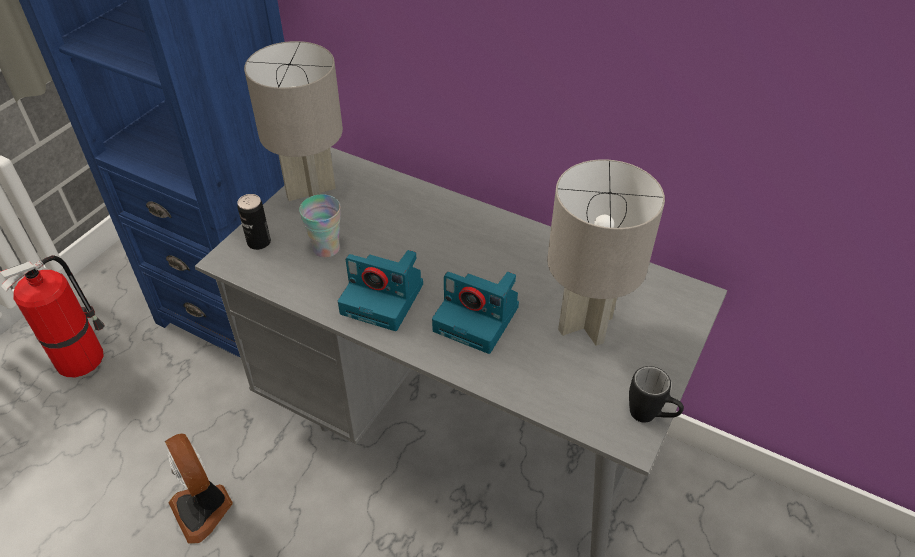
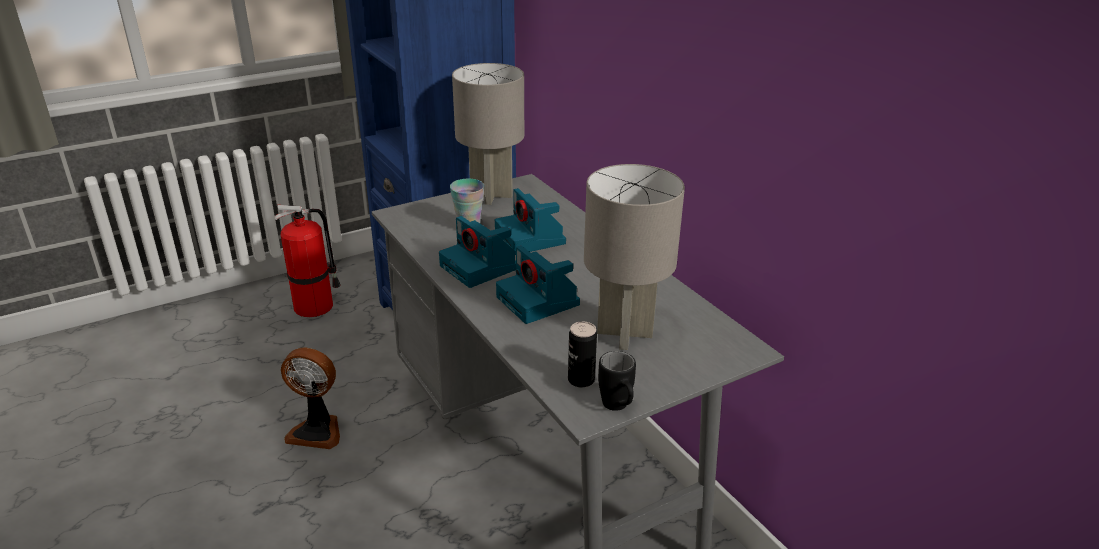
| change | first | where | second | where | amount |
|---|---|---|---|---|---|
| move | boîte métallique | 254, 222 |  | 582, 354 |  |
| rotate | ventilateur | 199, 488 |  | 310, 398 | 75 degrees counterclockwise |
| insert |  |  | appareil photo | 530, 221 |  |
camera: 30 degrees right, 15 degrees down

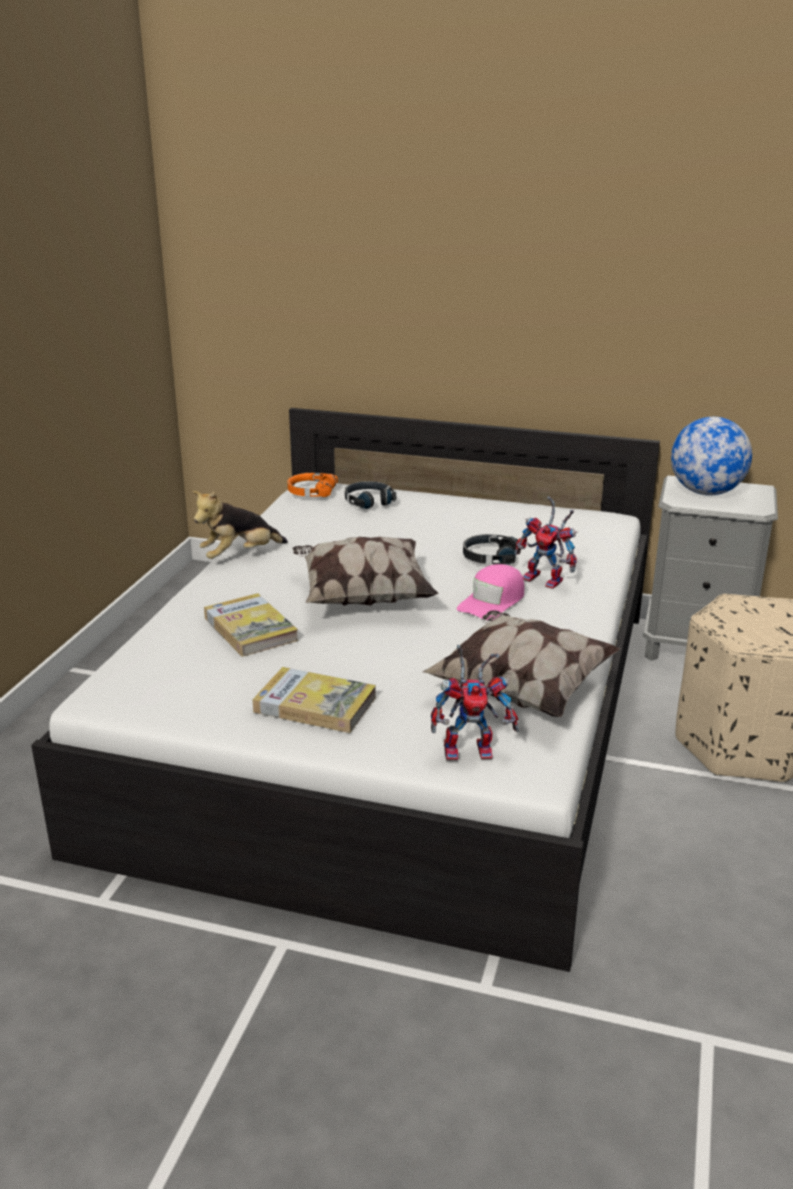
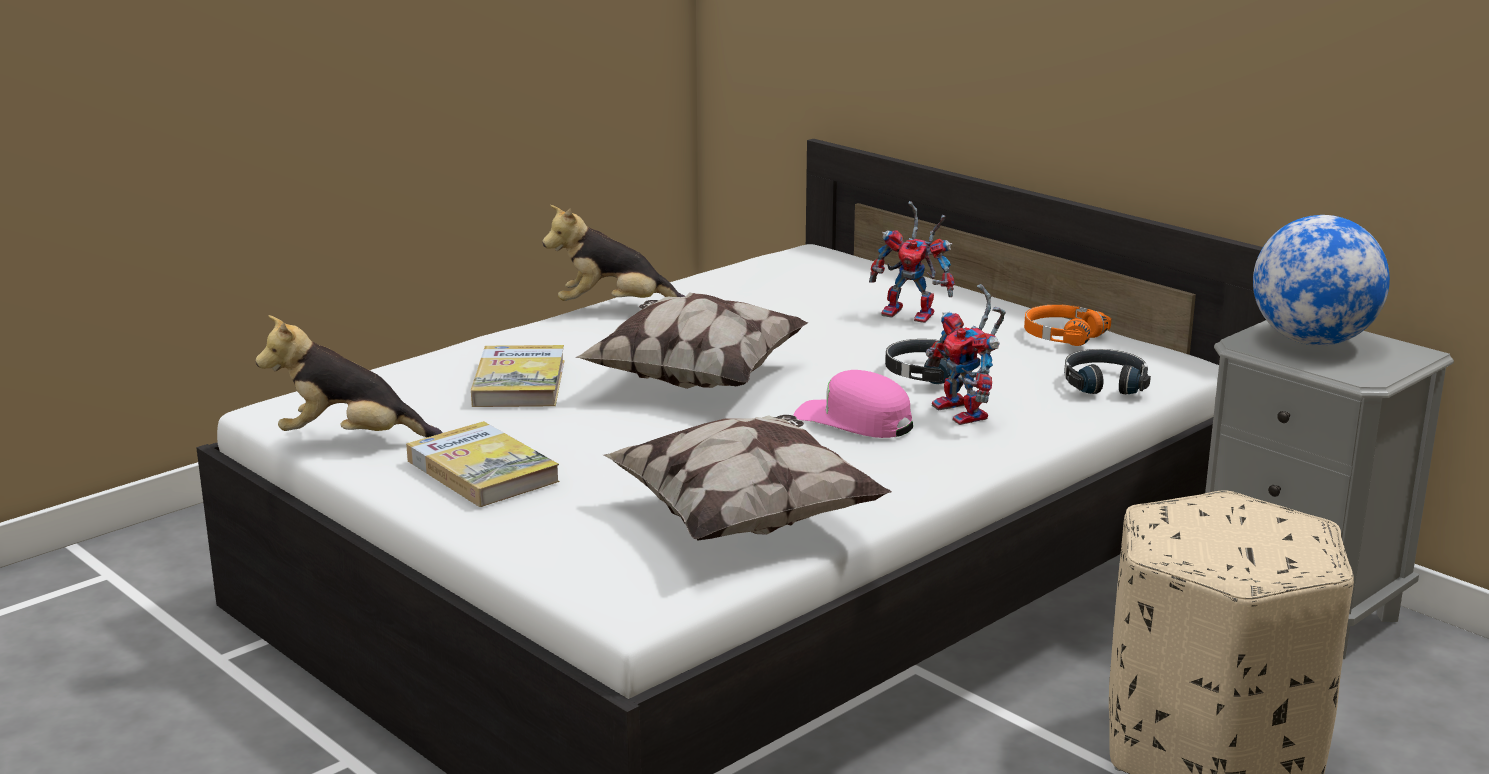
| change | first | where | second | where | amount |
|---|---|---|---|---|---|
| move | casque audio/orange | 312, 485 |  | 1067, 325 |  |
| move | casque audio/noir | 370, 495 |  | 1107, 372 |  |
| rotate | casquette/rose | 490, 592 |  | 853, 404 | 60 degrees clockwise |
| move | robot jouet | 475, 703 |  | 912, 262 |  |
| insert |  |  | peluche | 348, 376 |  |
camera: 30 degrees right, 5 degrees down

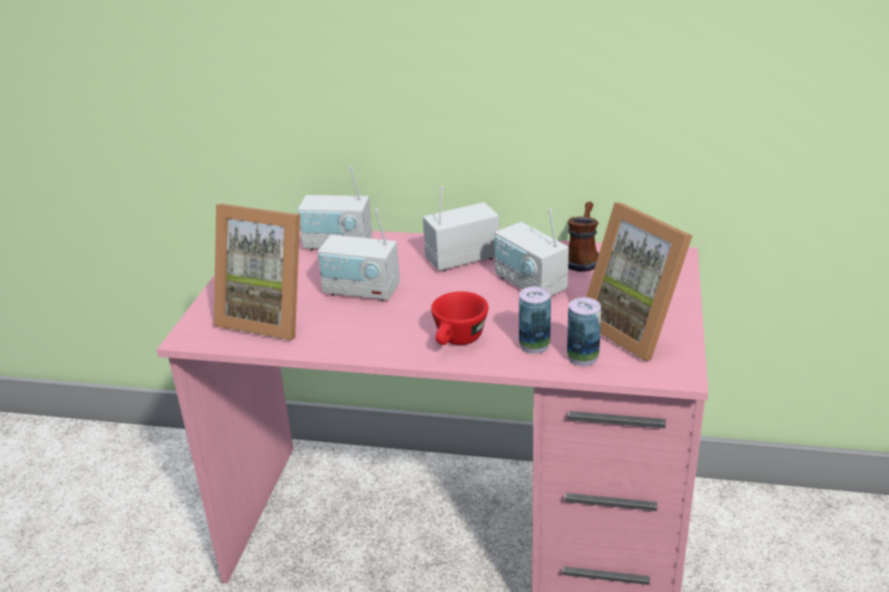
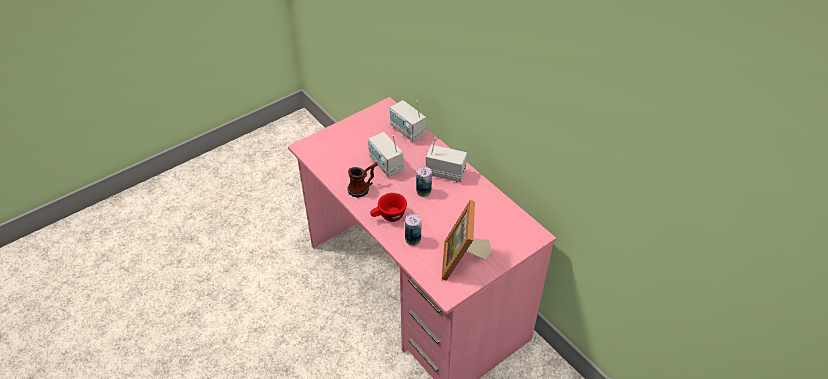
| change | first | where | second | where | amount |
|---|---|---|---|---|---|
| move | mug | 583, 237 |  | 362, 180 |  |
| delete | cadre photo | 257, 272 |  |  |  |
| delete | radio | 531, 252 |  |  |  |
| move | boîte métallique | 584, 331 |  | 424, 181 |  |
camera: 40 degrees right, 15 degrees up

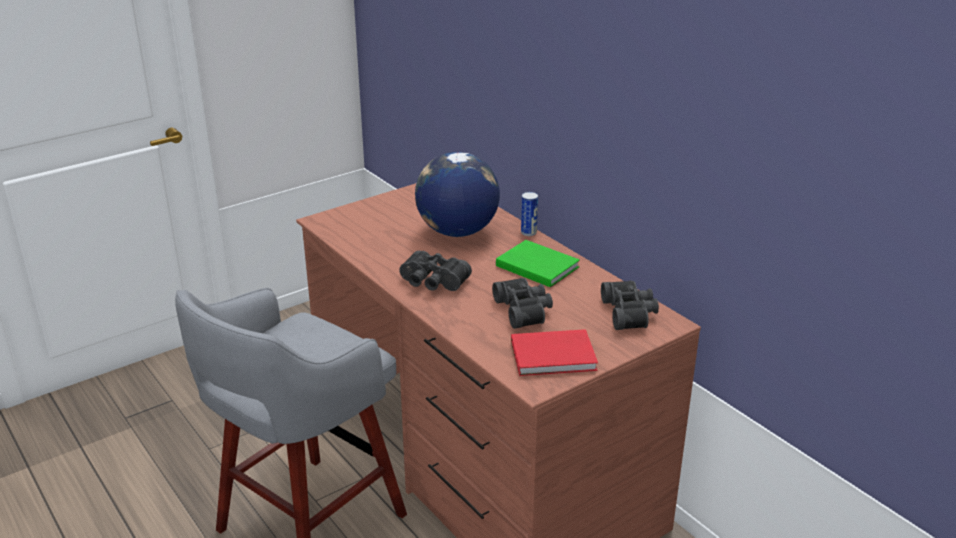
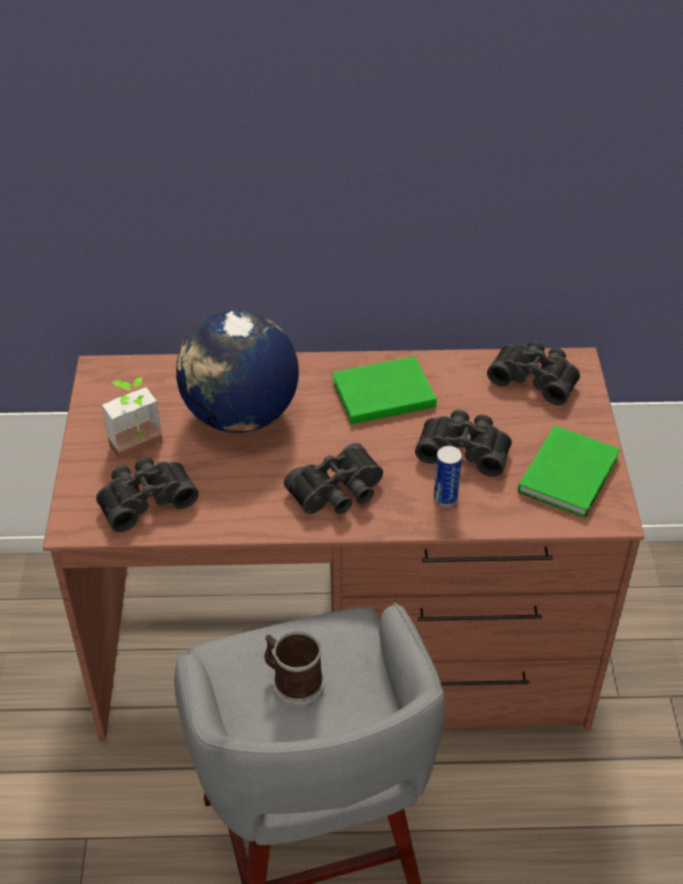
| change | first | where | second | where | amount |
|---|---|---|---|---|---|
| move | boîte métallique | 529, 214 |  | 448, 476 |  |
| recolor | livre/rouge | 554, 352 | livre/vert | 569, 472 |  |
| insert |  |  | plante en pot | 132, 418 |  |
| insert |  |  | jumelles/noir | 147, 494 |  |
| insert |  |  | mug | 294, 669 |  |
camera: 55 degrees left, 15 degrees up

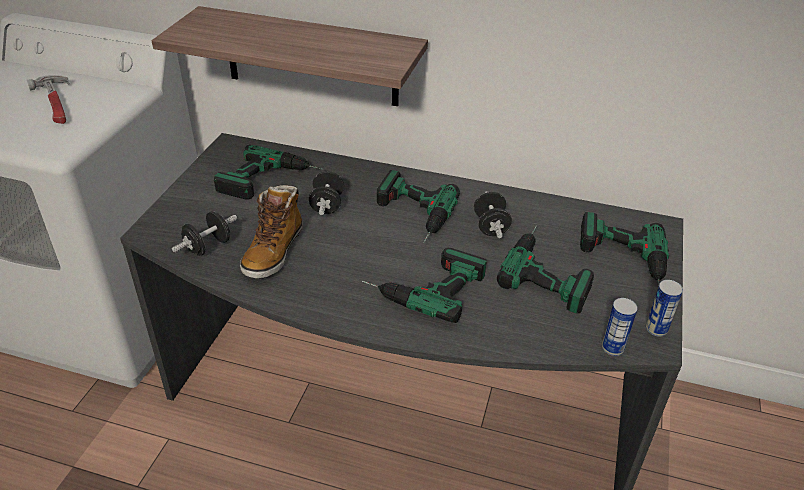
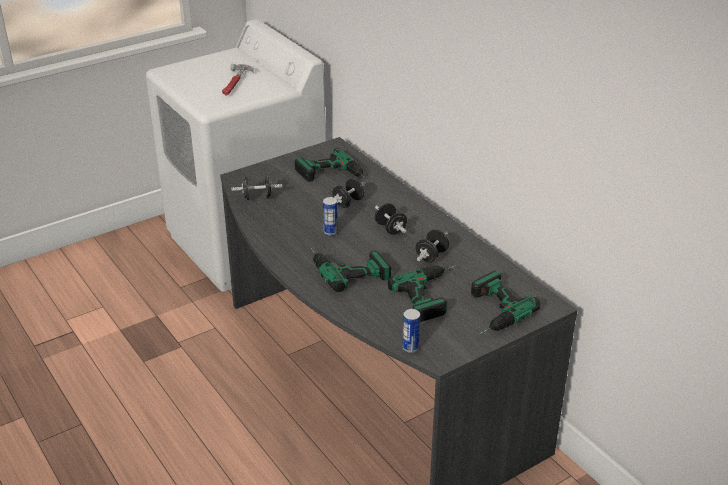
| change | first | where | second | where | amount |
|---|---|---|---|---|---|
| delete | étagère | 290, 56 |  |  |  |
| replace | perceuse | 418, 206 | haltère/noir | 391, 219 |  |
| delete | botte | 271, 232 |  |  |  |
| move | boîte métallique | 664, 308 |  | 330, 216 |  |
camera: 40 degrees right, 5 degrees down

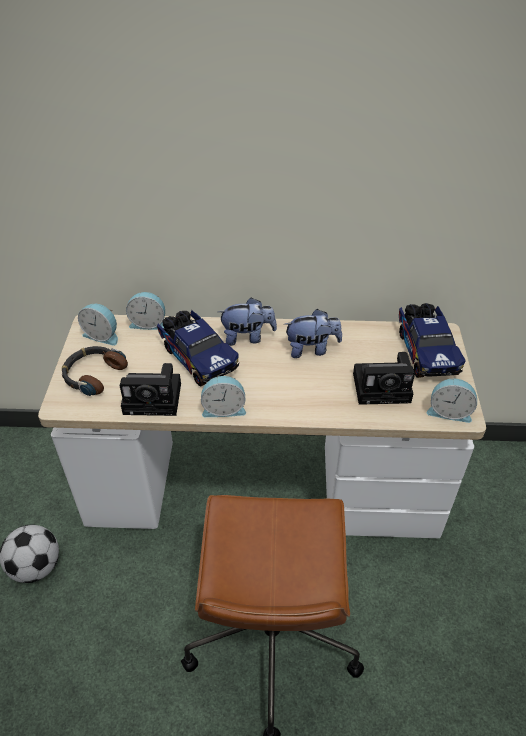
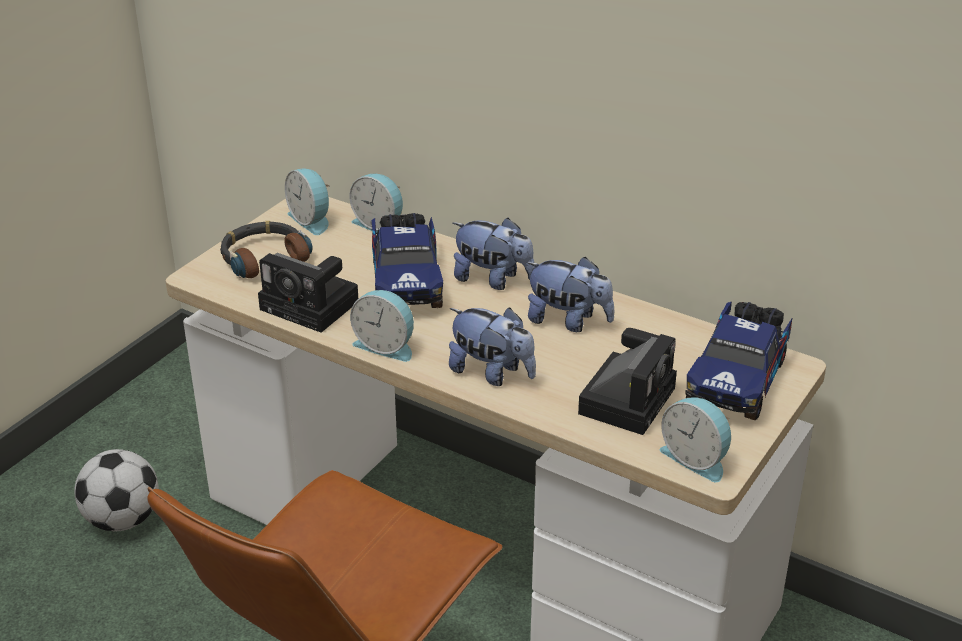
| change | first | where | second | where | amount |
|---|---|---|---|---|---|
| rotate | appareil photo | 384, 378 |  | 627, 381 | 90 degrees counterclockwise |
| insert |  |  | peluche | 492, 346 |  |
camera: 30 degrees right, 10 degrees down

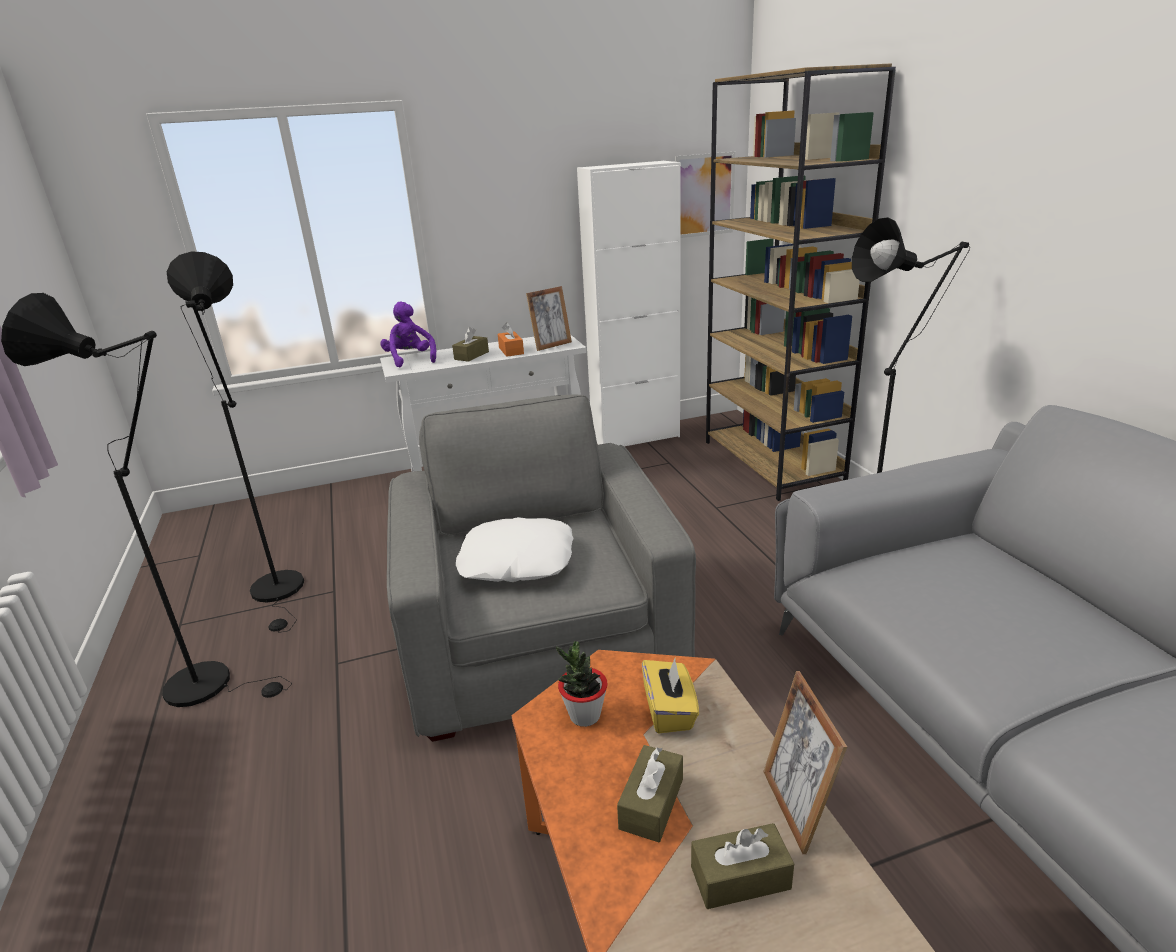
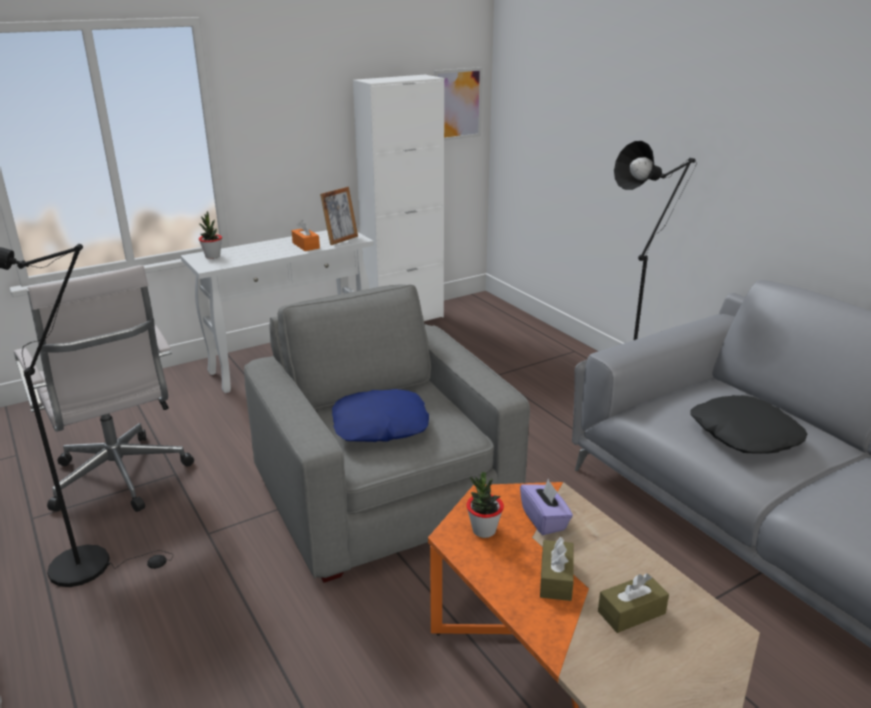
| change | first | where | second | where | amount |
|---|---|---|---|---|---|
| delete | bibliothèque/marron | 801, 282 |  |  |  |
| replace | lampadaire/noir | 235, 442 | chaise de bureau/blanc | 104, 388 |  |
| replace | peluche/violet | 408, 334 | plante en pot | 210, 235 |  |
| delete | boîte à mouchoirs/marron | 470, 344 |  |  |  |
| recolor | coussin/blanc | 515, 549 | coussin/bleu | 380, 415 |  |
| recolor | boîte à mouchoirs/jaune | 670, 696 | boîte à mouchoirs/violet | 546, 507 |  |
| delete | cadre photo | 805, 762 |  |  |  |
| insert |  |  | coussin/noir | 748, 424 |  |
camera: 15 degrees left, 0 degrees up

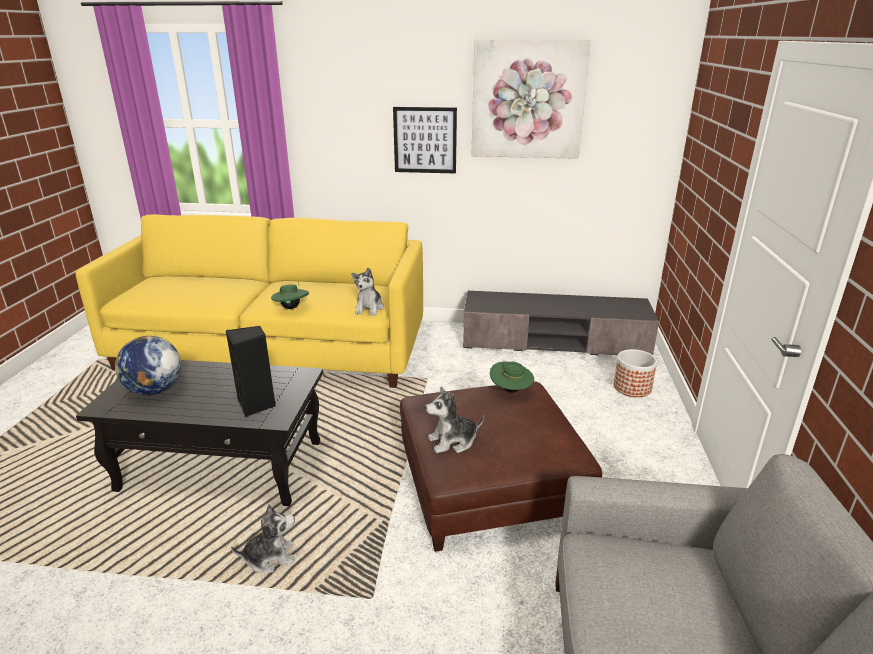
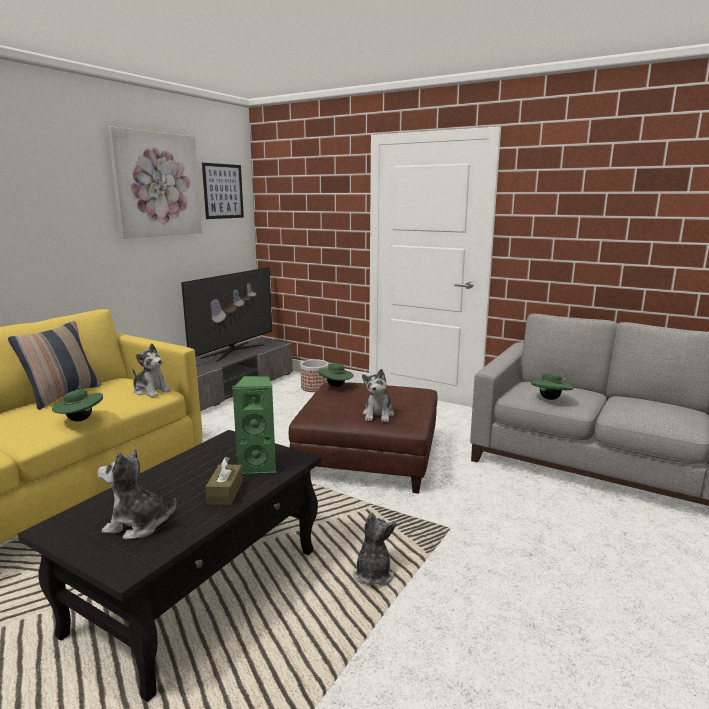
| change | first | where | second | where | amount |
|---|---|---|---|---|---|
| move | tableau | 425, 140 |  | 223, 191 |  |
| recolor | enceinte/noir | 251, 371 | enceinte/vert | 254, 424 |  |
| replace | globe | 148, 365 | peluche | 137, 494 |  |
| insert |  |  | téléviseur | 226, 314 |  |
| insert |  |  | coussin | 54, 365 |  |
| insert |  |  | chapeau/vert | 552, 386 |  |
| insert |  |  | boîte à mouchoirs/marron | 224, 481 |  |
camera: 65 degrees left, 10 degrees down

